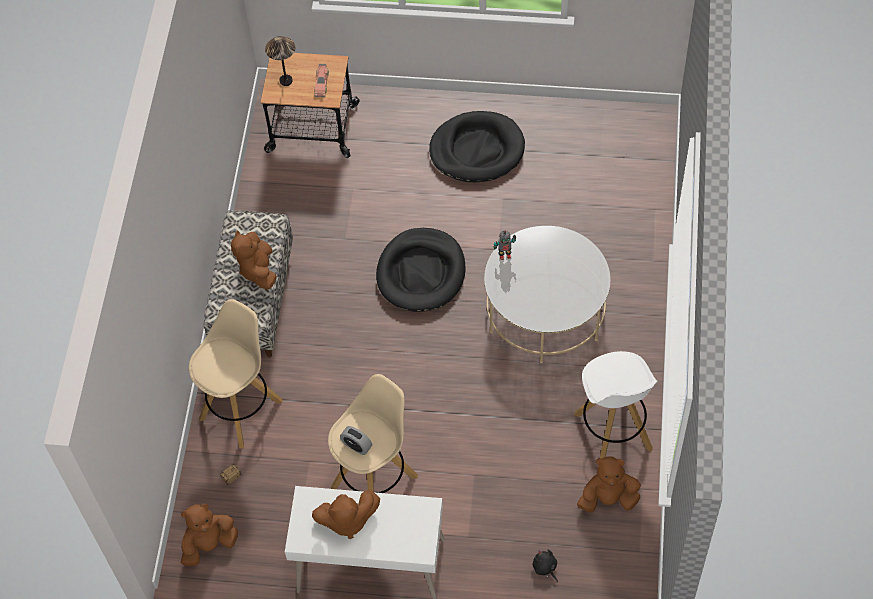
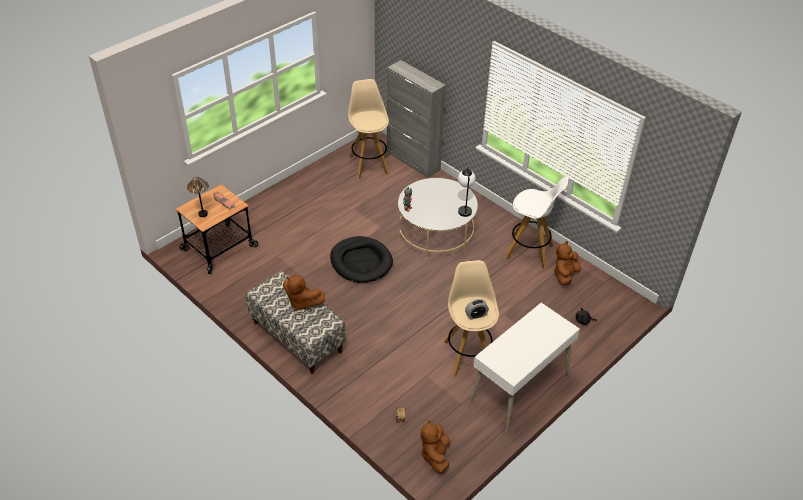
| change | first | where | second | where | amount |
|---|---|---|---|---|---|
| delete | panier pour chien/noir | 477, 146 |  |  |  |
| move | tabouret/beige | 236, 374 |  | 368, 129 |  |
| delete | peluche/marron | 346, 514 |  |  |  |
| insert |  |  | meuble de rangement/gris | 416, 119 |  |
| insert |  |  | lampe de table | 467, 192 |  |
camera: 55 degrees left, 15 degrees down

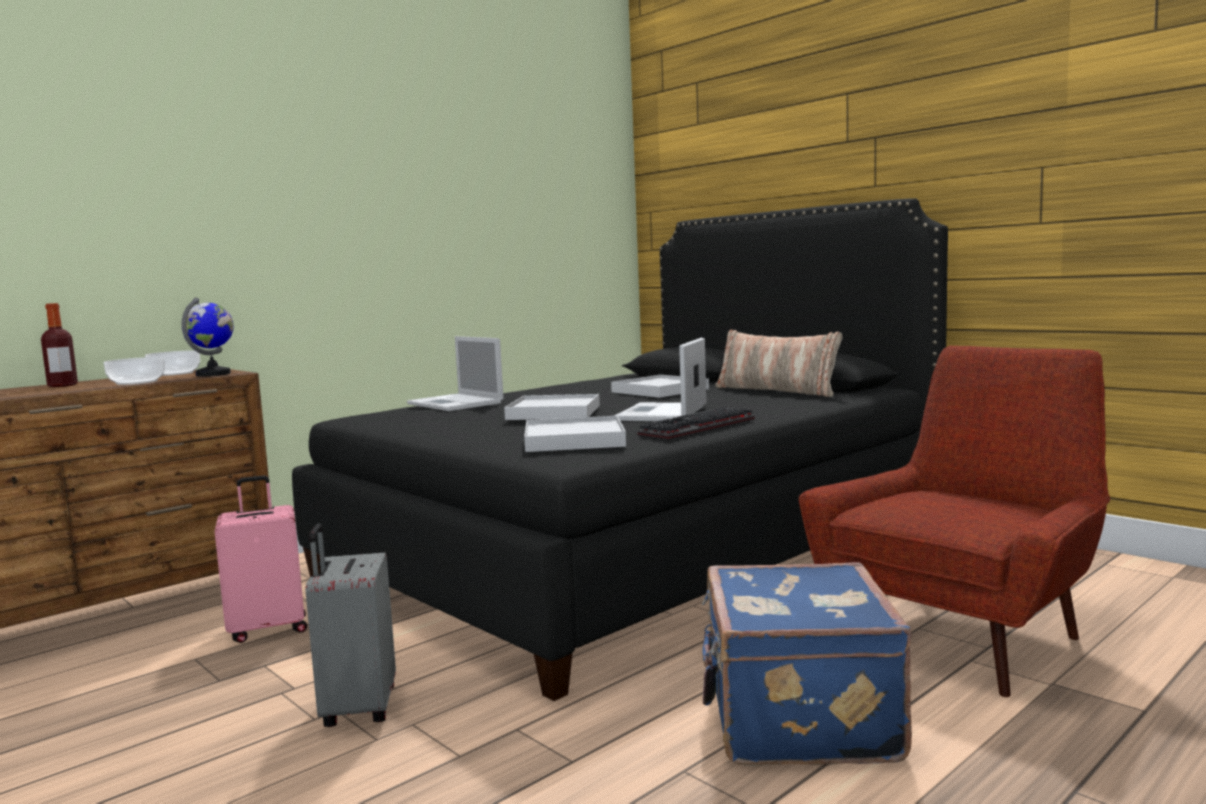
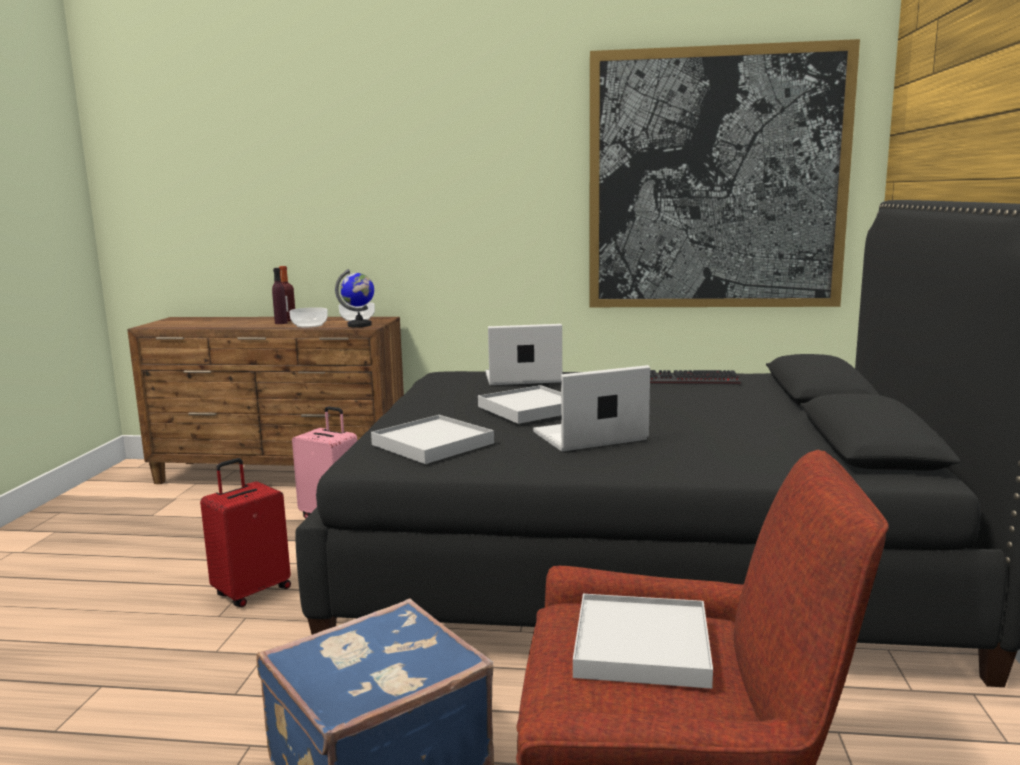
| change | first | where | second | where | amount |
|---|---|---|---|---|---|
| delete | coussin | 778, 363 |  |  |  |
| rotate | ordinateur portable | 455, 373 |  | 524, 354 | 75 degrees clockwise |
| move | plateau/blanc | 660, 386 |  | 643, 641 |  |
| move | clavier | 695, 423 |  | 695, 377 |  |
| recolor | valise/gris | 350, 625 | valise/rouge | 245, 532 |  |
| insert |  |  | tableau | 724, 173 |  |
| insert |  |  | bouteille/violet | 280, 296 |  |
camera: 50 degrees right, 5 degrees up

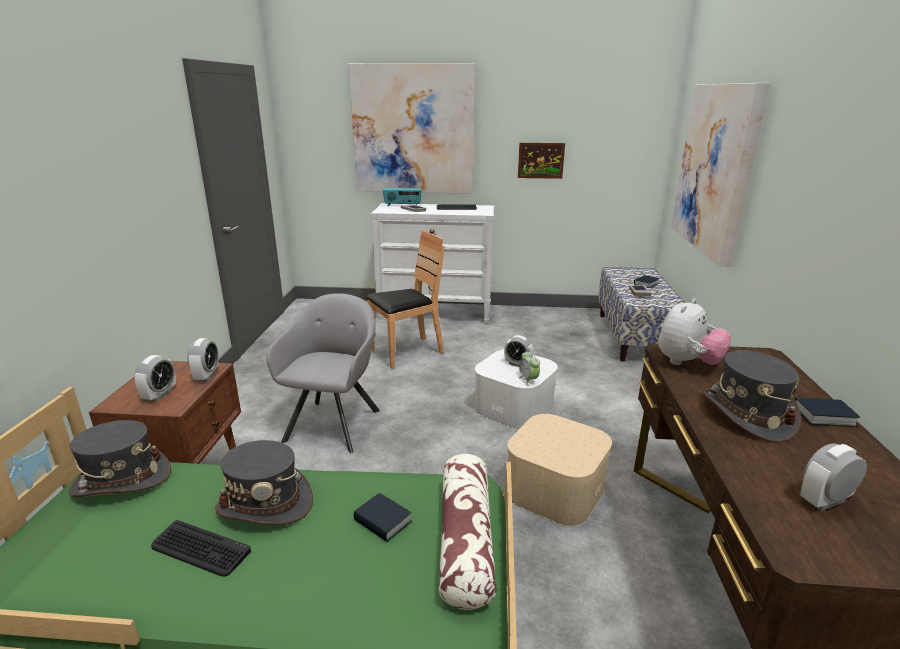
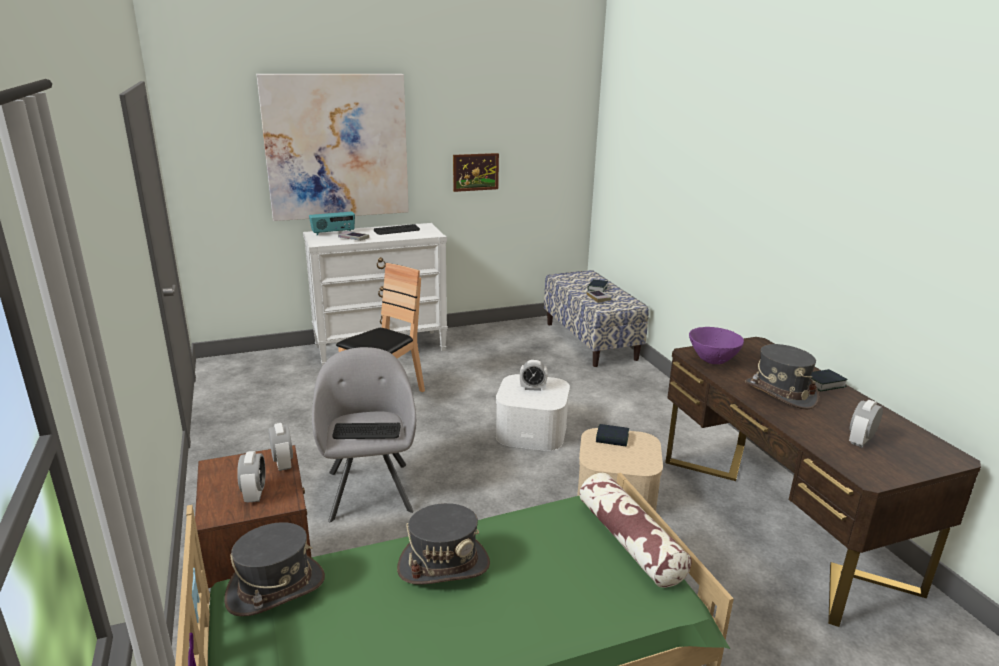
| change | first | where | second | where | amount |
|---|---|---|---|---|---|
| delete | tableau | 721, 175 |  |  |  |
| replace | peluche | 694, 331 | bol/violet | 716, 345 |  |
| delete | réveil | 529, 368 |  |  |  |
| move | livre | 382, 517 |  | 612, 435 |  |
| move | clavier | 201, 548 |  | 366, 431 |  |
camera: 25 degrees left, 0 degrees up

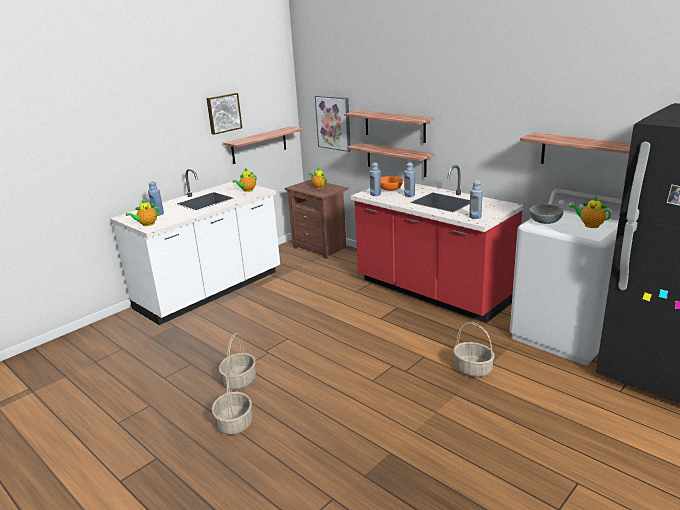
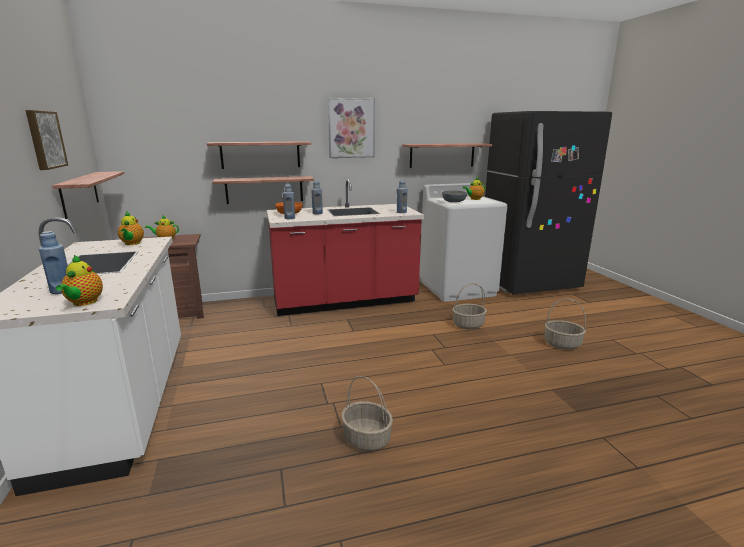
| change | first | where | second | where | amount |
|---|---|---|---|---|---|
| move | tableau | 333, 123 |  | 351, 128 |  |
| move | panier | 231, 403 |  | 565, 324 |  |
camera: 60 degrees left, 5 degrees down

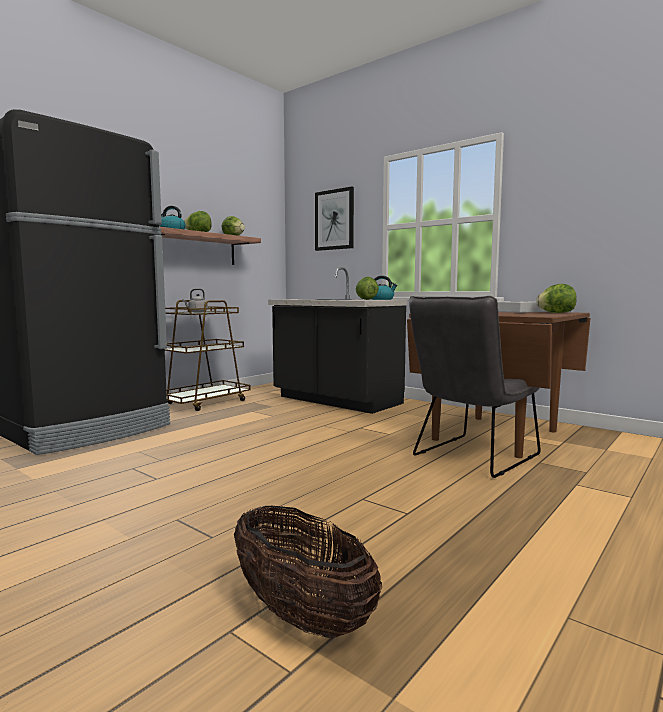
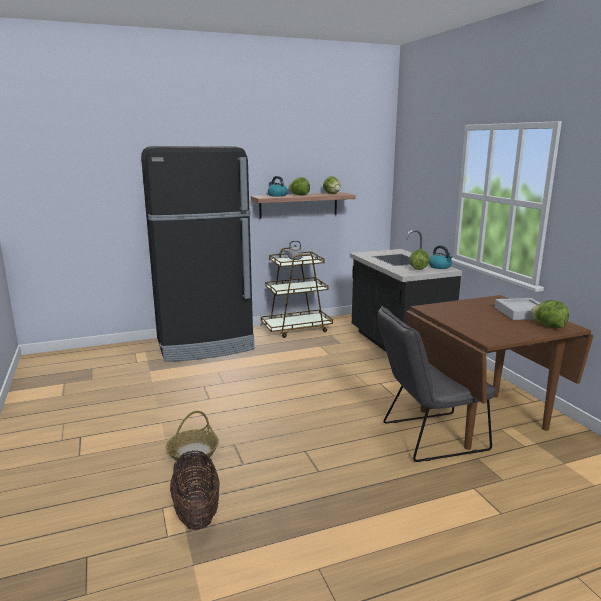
| change | first | where | second | where | amount |
|---|---|---|---|---|---|
| delete | tableau | 334, 219 |  |  |  |
| insert |  |  | panier | 192, 436 |  |
camera: 30 degrees right, 10 degrees up

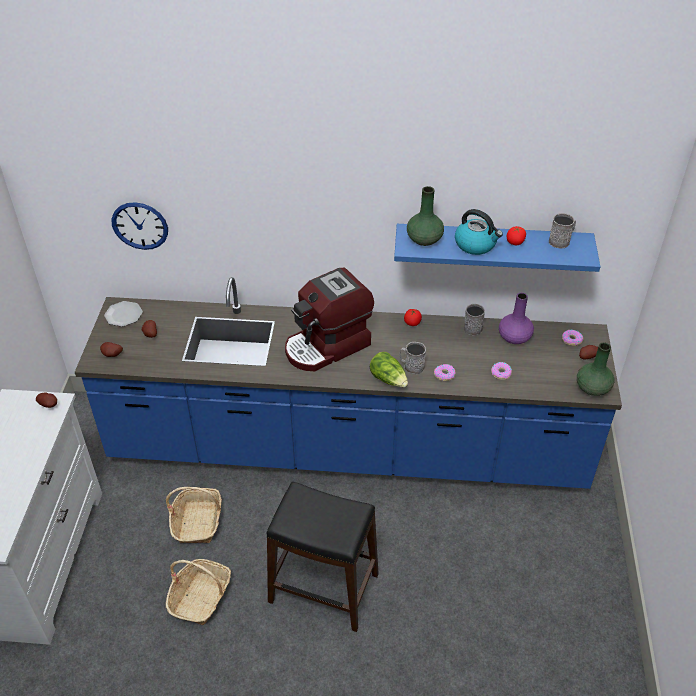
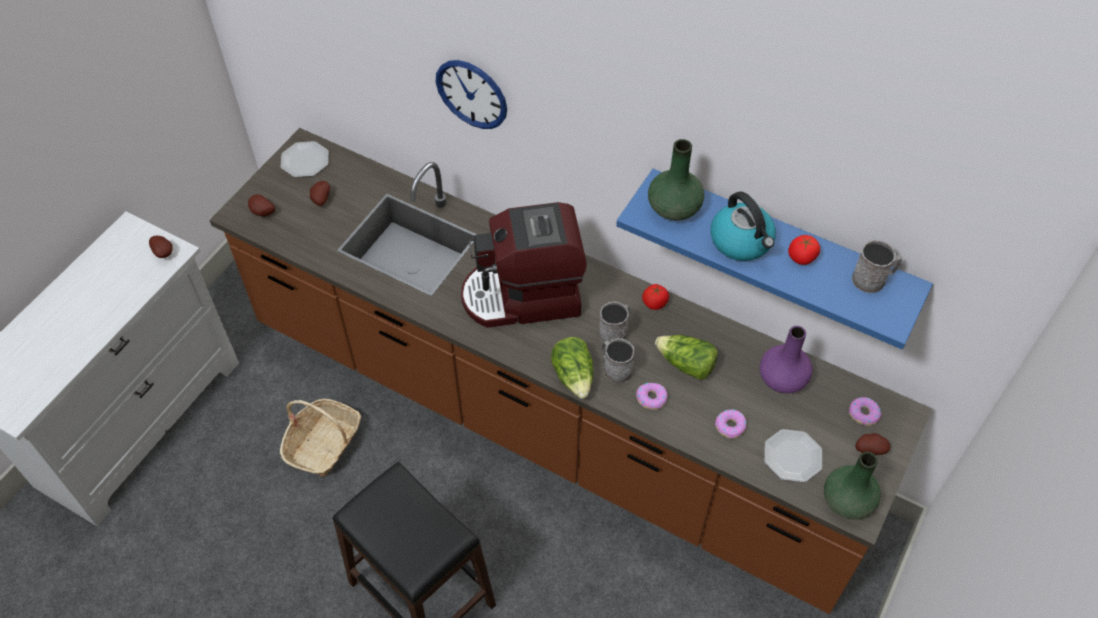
| change | first | where | second | where | amount |
|---|---|---|---|---|---|
| move | horloge murale | 140, 226 |  | 471, 94 |  |
| recolor | comptoir de cuisine/bleu | 348, 383 | comptoir de cuisine/marron | 570, 371 |  |
| move | mug/gris | 474, 320 |  | 614, 322 |  |
| delete | panier | 198, 592 |  |  |  |
| insert |  |  | laitue | 686, 357 |  |
| insert |  |  | assiette | 793, 455 |  |
camera: 25 degrees right, 10 degrees up

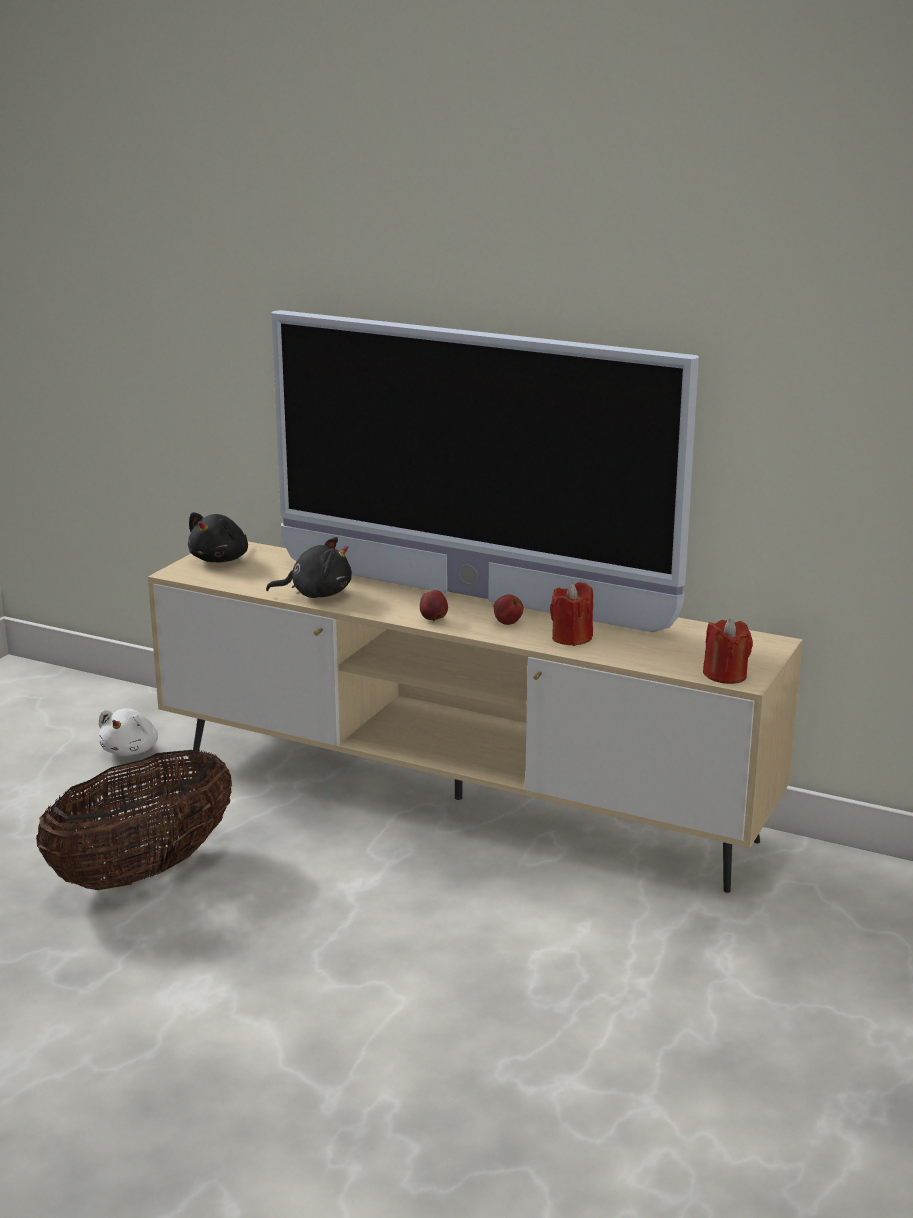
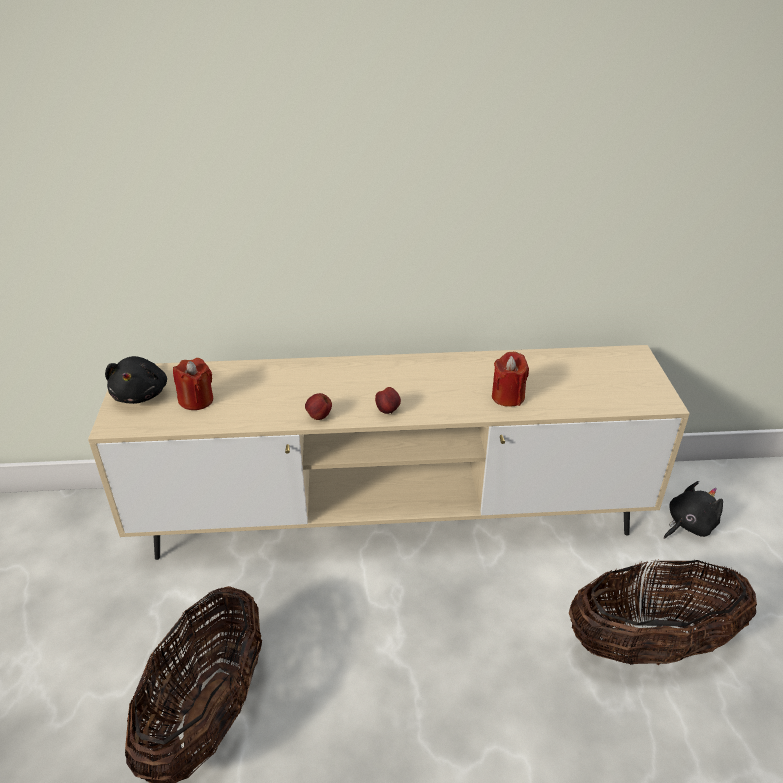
| change | first | where | second | where | amount |
|---|---|---|---|---|---|
| delete | téléviseur | 485, 471 |  |  |  |
| move | peluche/noir | 309, 567 |  | 693, 510 |  |
| move | pomme | 508, 609 |  | 318, 406 |  |
| move | bougie/rouge | 728, 651 |  | 193, 384 |  |
| delete | peluche/blanc | 128, 732 |  |  |  |
| insert |  |  | panier | 663, 612 |  |
camera: 30 degrees left, 15 degrees up

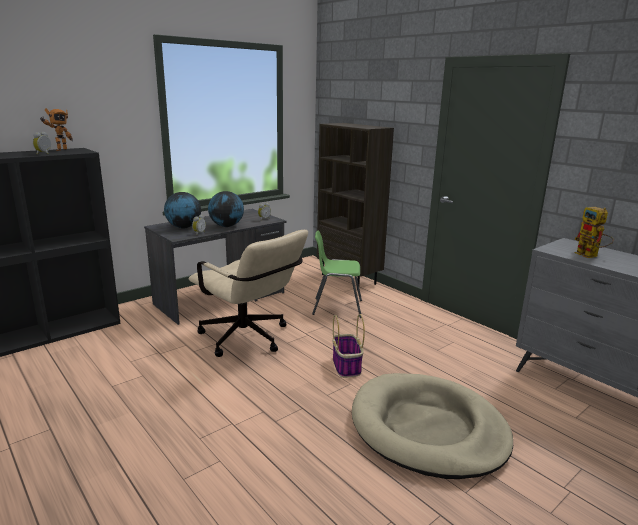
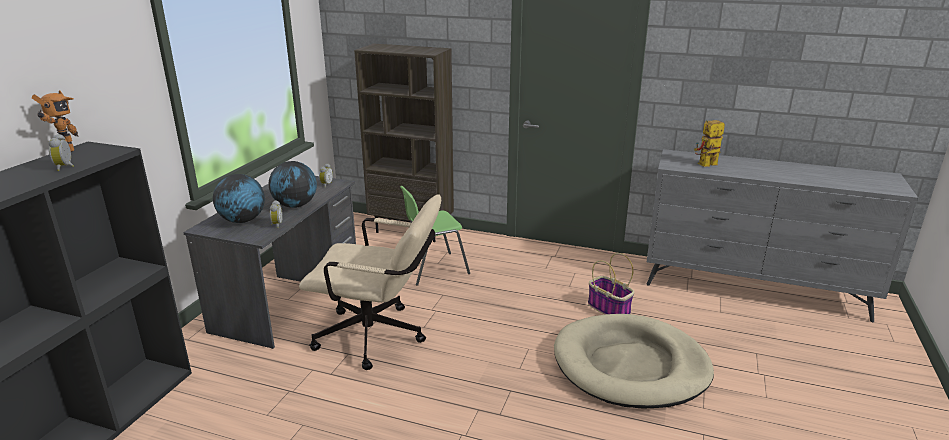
| change | first | where | second | where | amount |
|---|---|---|---|---|---|
| rotate | robot jouet | 594, 232 |  | 709, 143 | 120 degrees clockwise |
| move | panier | 349, 346 |  | 611, 284 |  |
camera: 30 degrees left, 5 degrees up

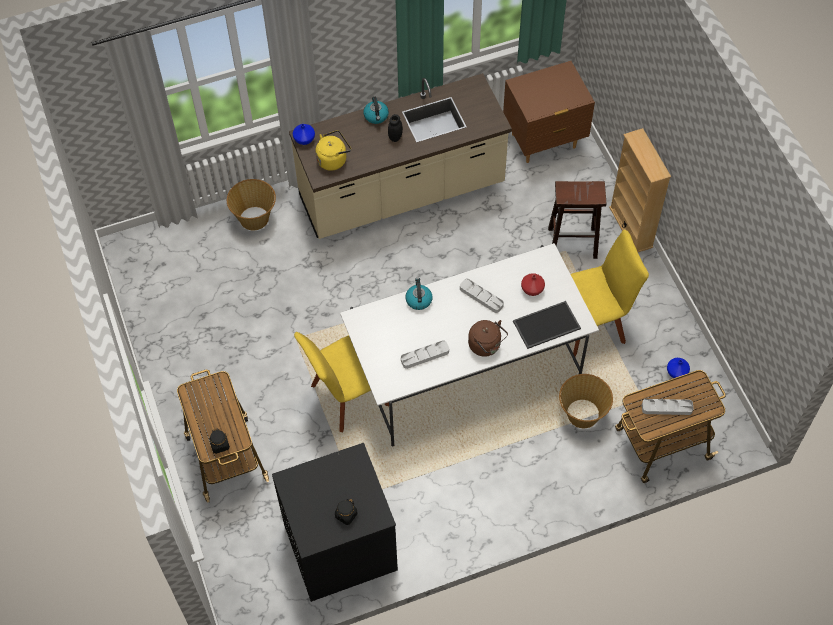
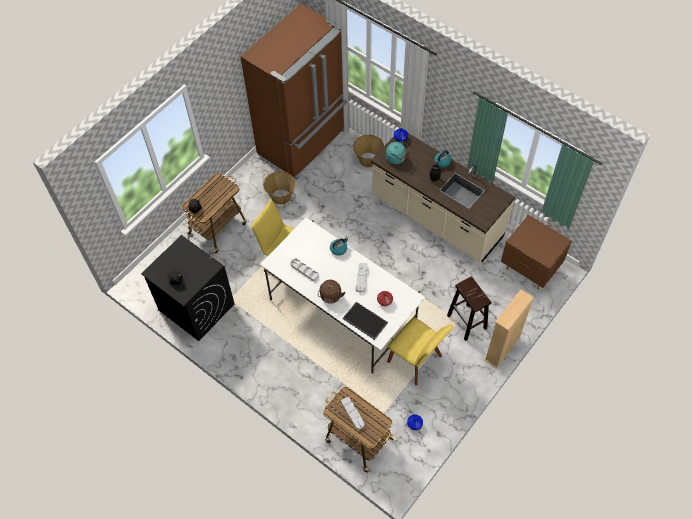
| change | first | where | second | where | amount |
|---|---|---|---|---|---|
| recolor | bouilloire/jaune | 333, 150 | bouilloire/turquoise | 398, 152 |  |
| move | panier | 586, 401 |  | 279, 188 |  |
| insert |  |  | réfrigérateur/marron | 293, 92 |  |
camera: 60 degrees right, 0 degrees up

